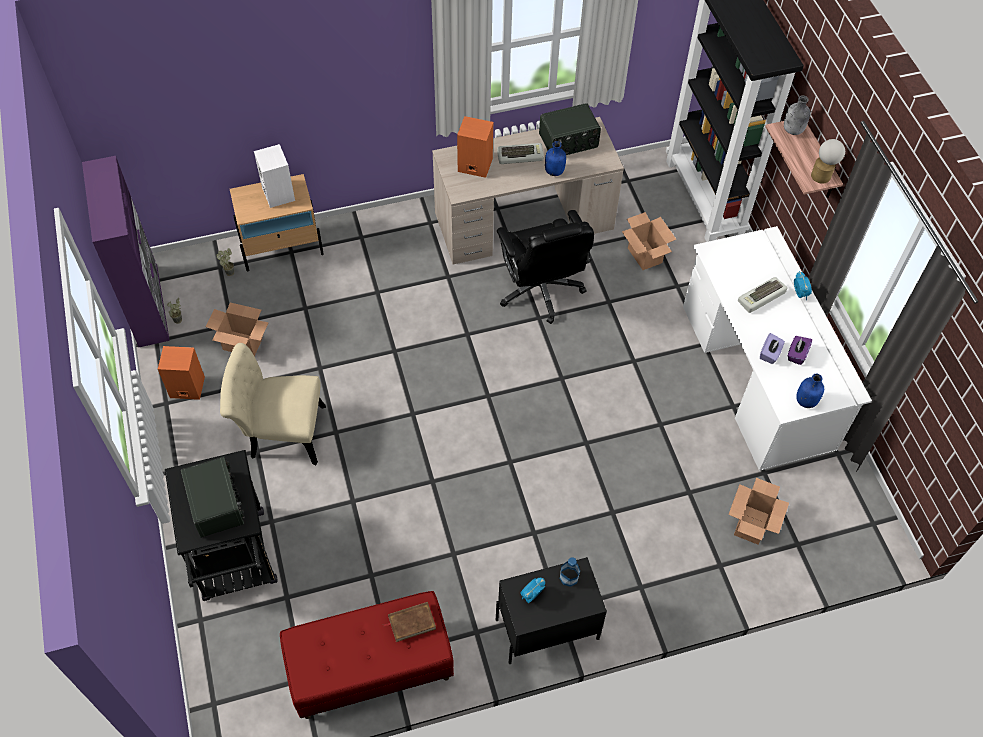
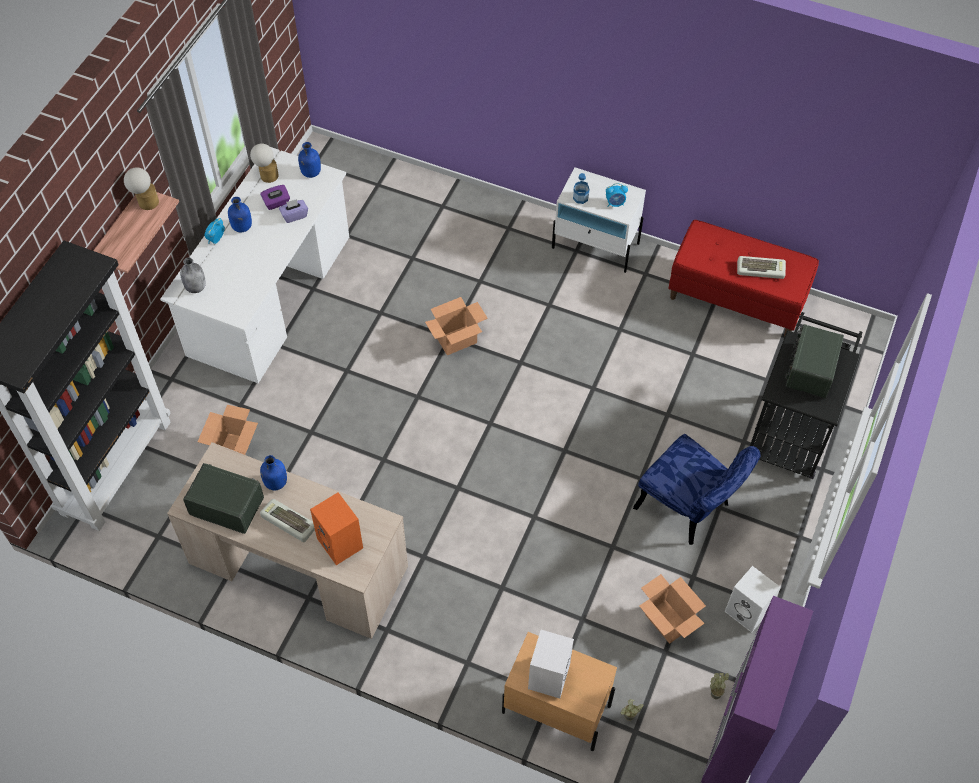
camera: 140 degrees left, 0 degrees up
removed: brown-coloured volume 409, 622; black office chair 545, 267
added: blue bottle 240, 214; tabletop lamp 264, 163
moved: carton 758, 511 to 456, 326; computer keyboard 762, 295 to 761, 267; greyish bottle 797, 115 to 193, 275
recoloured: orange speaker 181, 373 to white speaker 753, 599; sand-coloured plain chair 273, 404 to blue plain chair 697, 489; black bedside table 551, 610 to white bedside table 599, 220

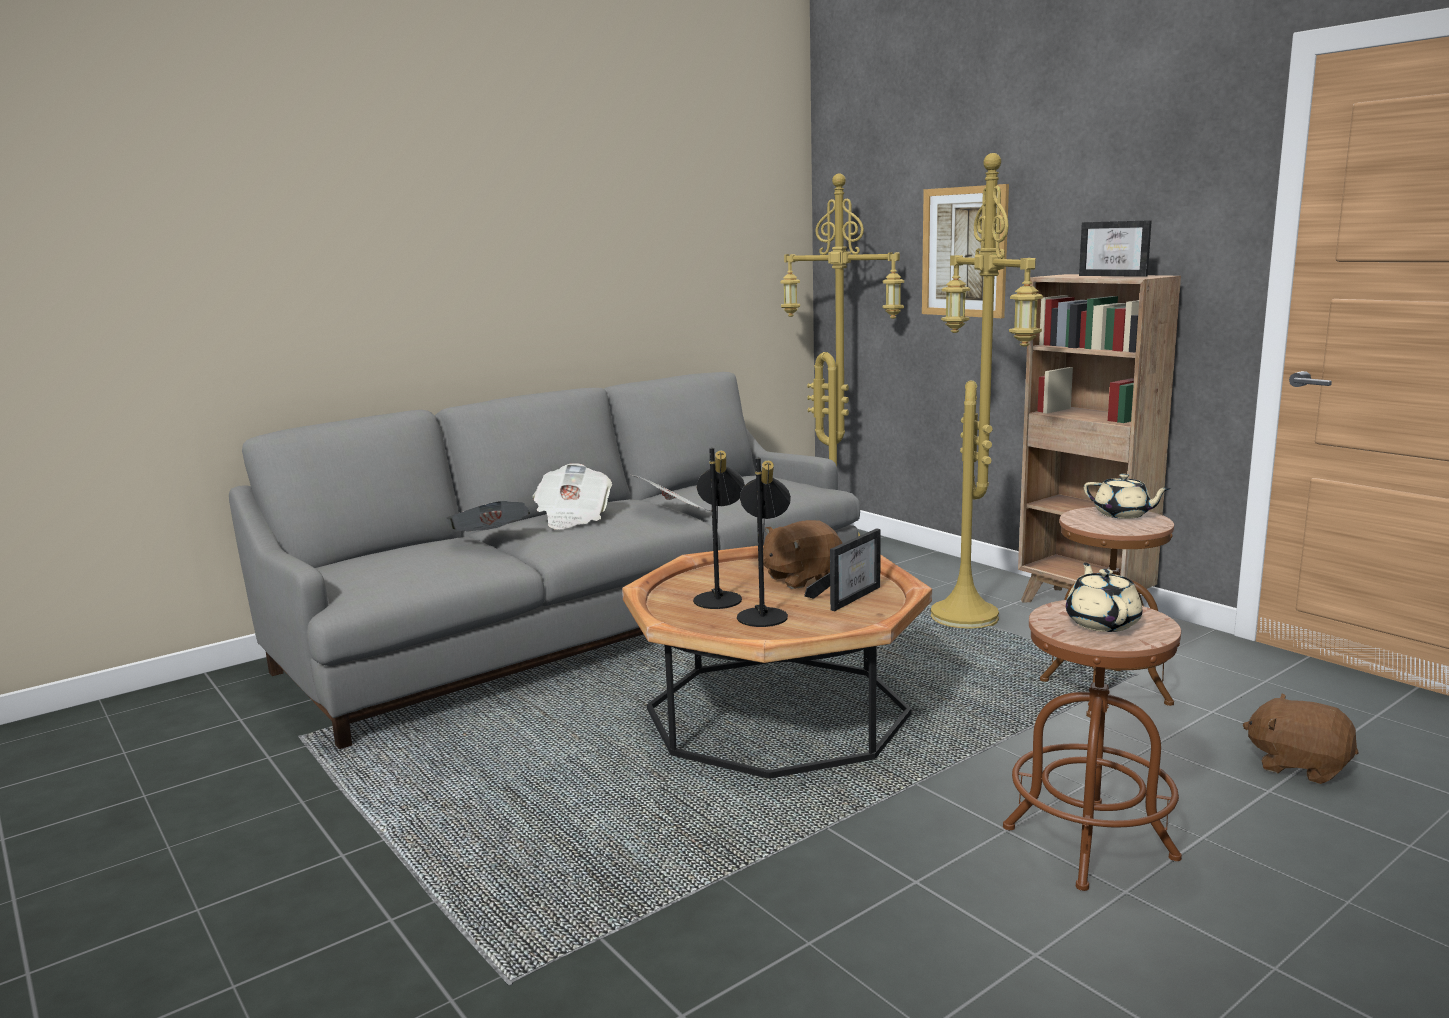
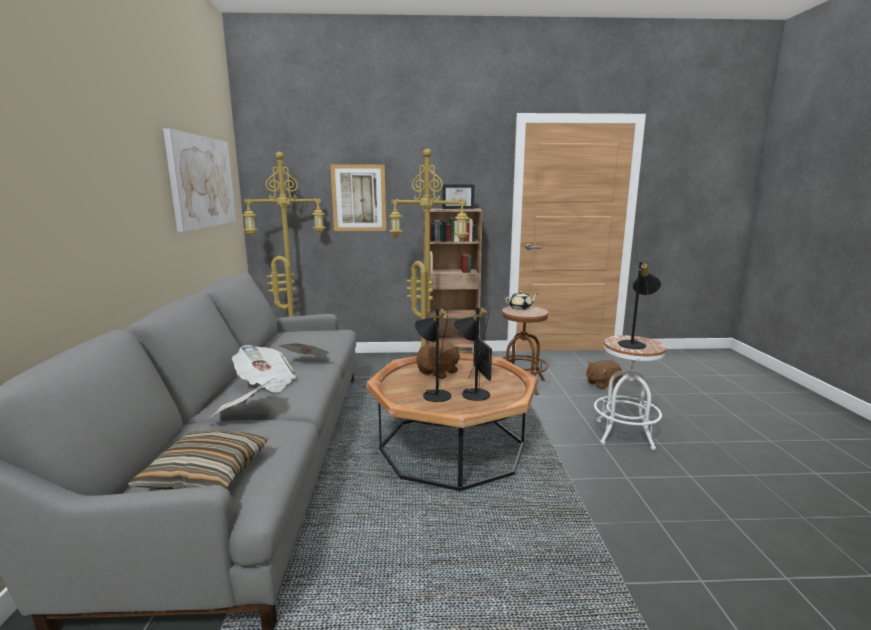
camera: 55 degrees left, 0 degrees up
added: cushion 198, 460; wall picture 199, 180
replaced: sand-coloured tea pot 1104, 597 to black tabletop lamp 639, 305
recoloured: brown-coloured stool 1092, 745 to white stool 630, 392
turned: brown-coloured cuddly toy 802, 554 = 439, 360 150 degrees counterclockwise

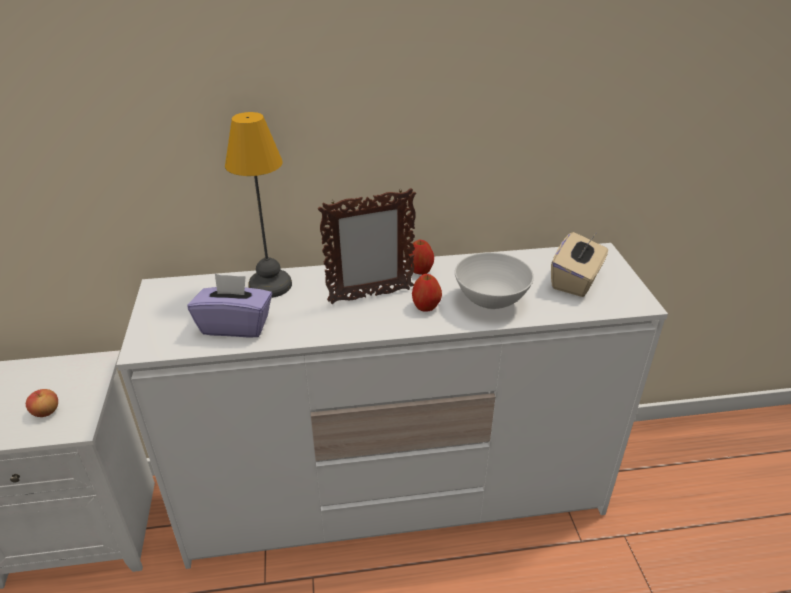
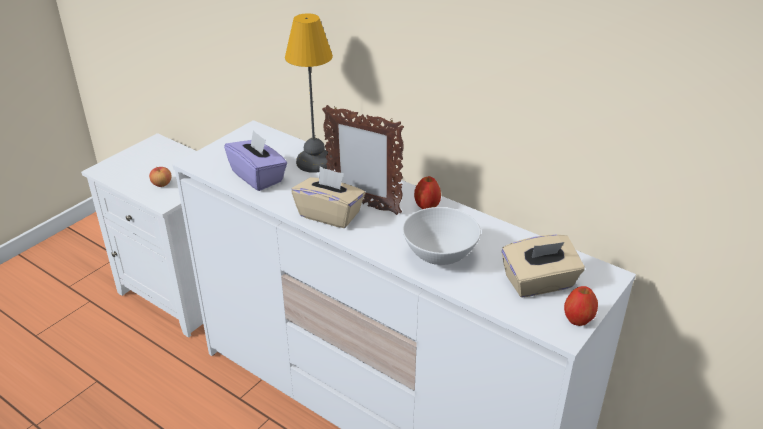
camera: 45 degrees right, 0 degrees up
added: sand-coloured tissue box 328, 197
moved: apple 427, 293 to 581, 306

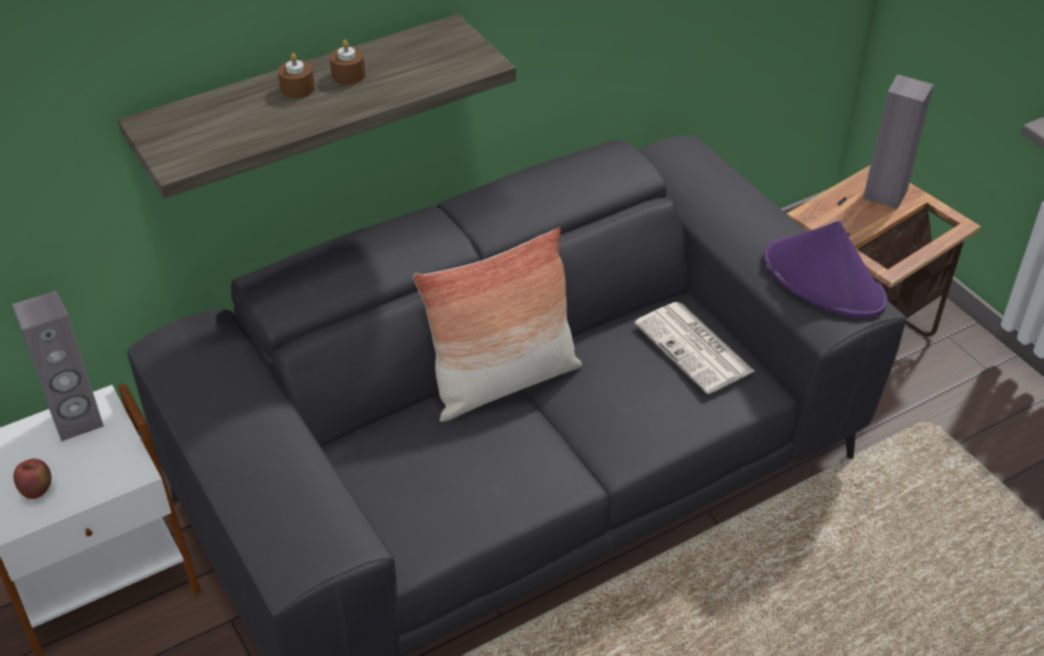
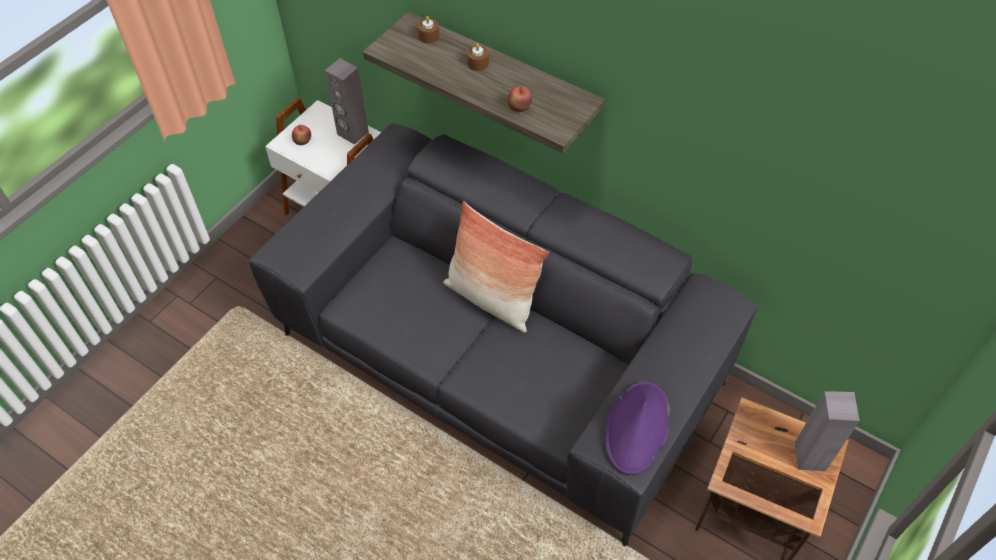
camera: 65 degrees right, 10 degrees up
removed: daily paper 695, 348
added: apple 519, 99
moved: brown-coloured wax candle 348, 62 to 428, 30

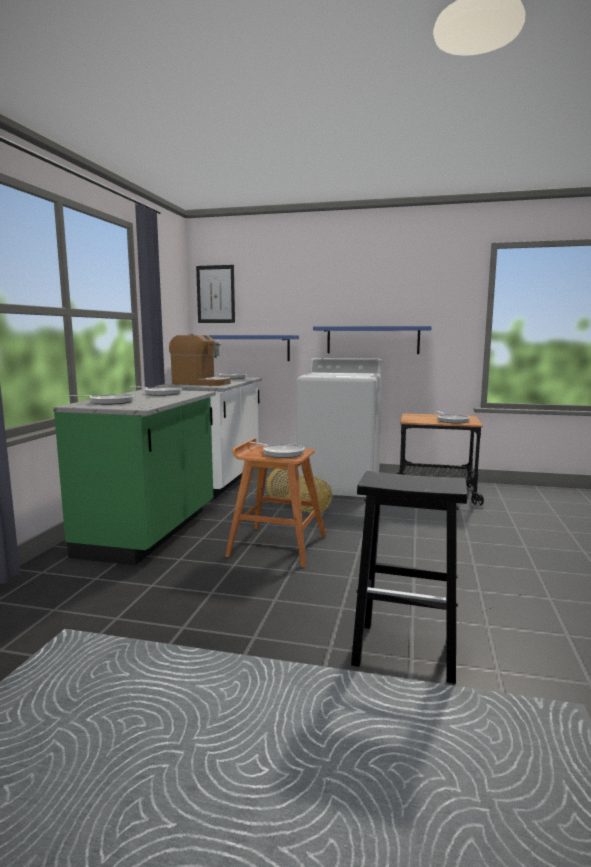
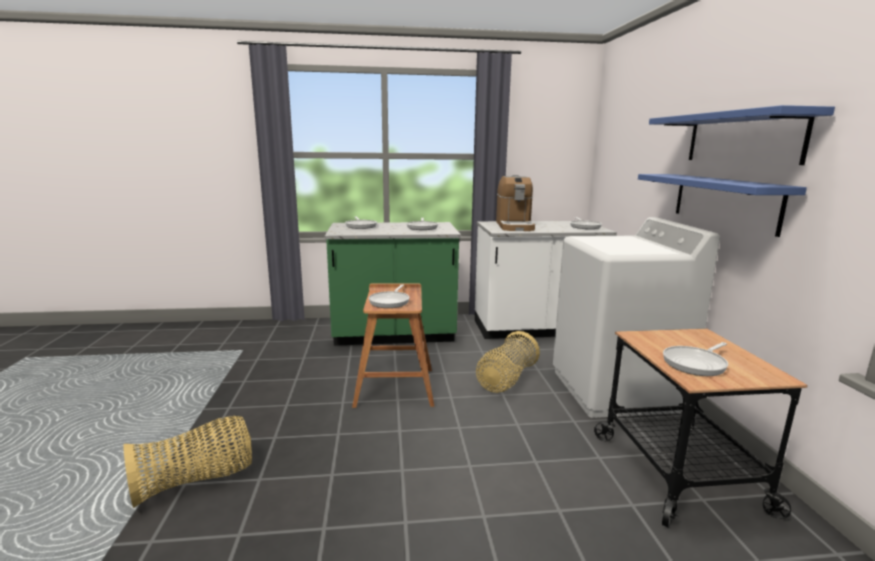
camera: 70 degrees right, 5 degrees up
removed: wall picture 215, 294
moved: blue wall shelf 253, 348 to 742, 135
replaced: black stool 409, 577 to household basket 187, 462

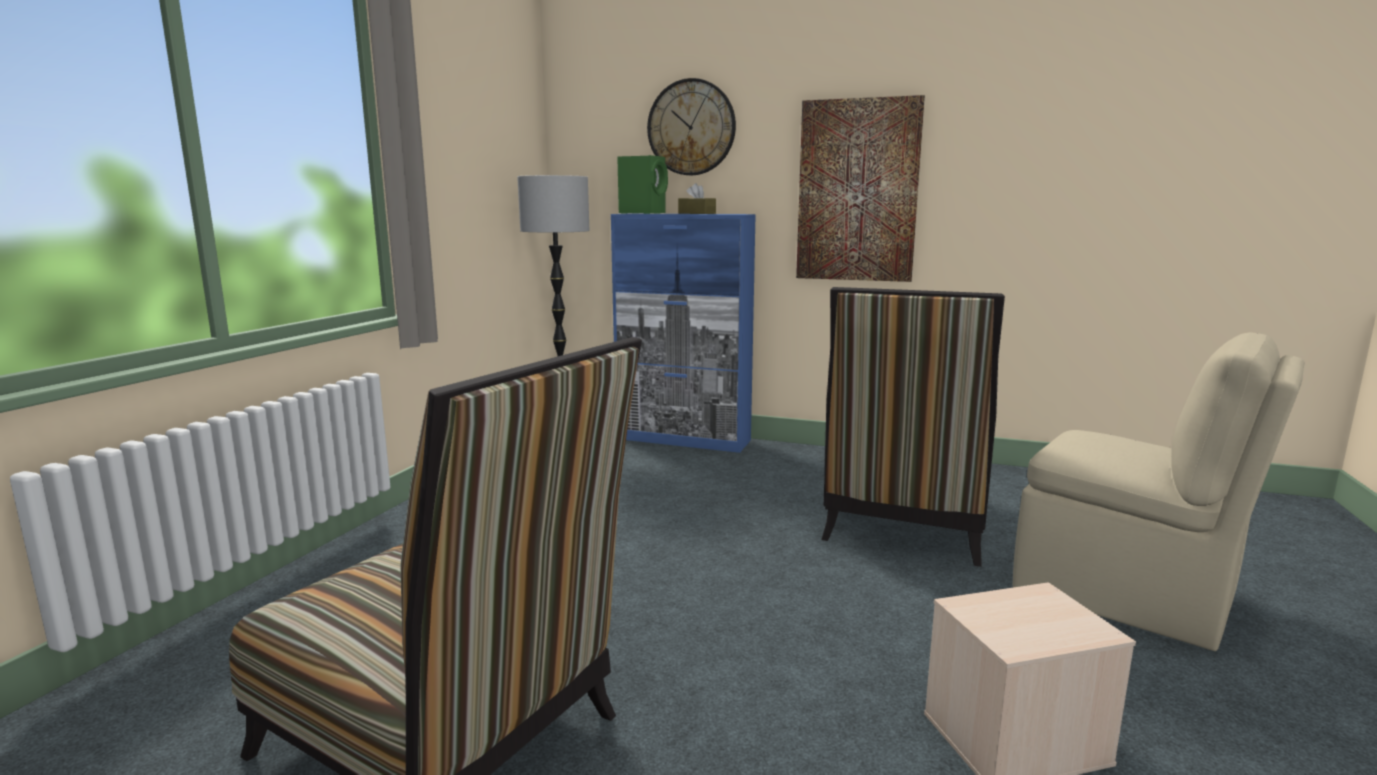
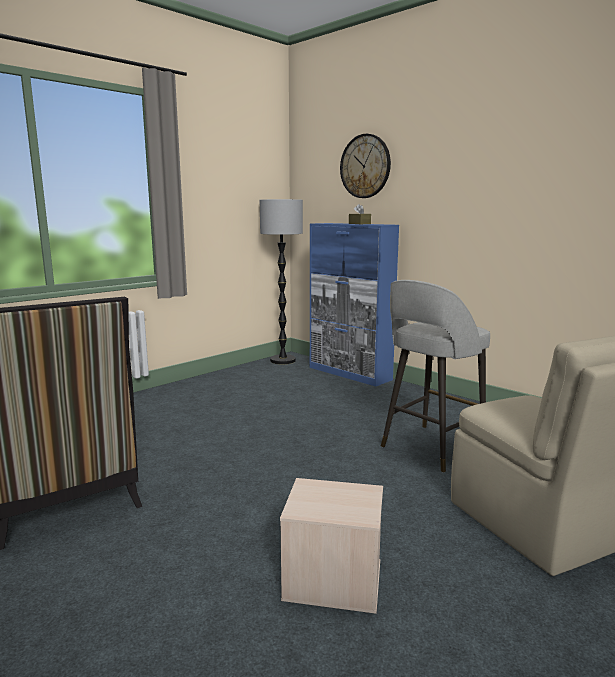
camera: 25 degrees right, 0 degrees up
removed: greenish speaker 642, 184; wall picture 860, 188
replaced: plain chair 913, 427 to greyish stool 435, 376

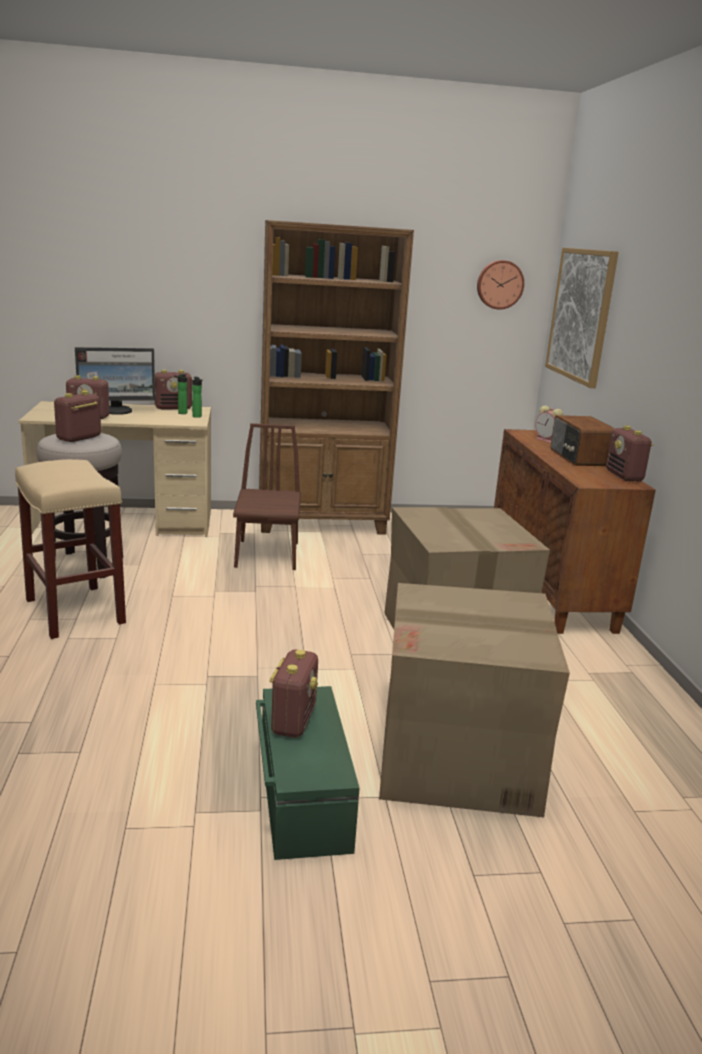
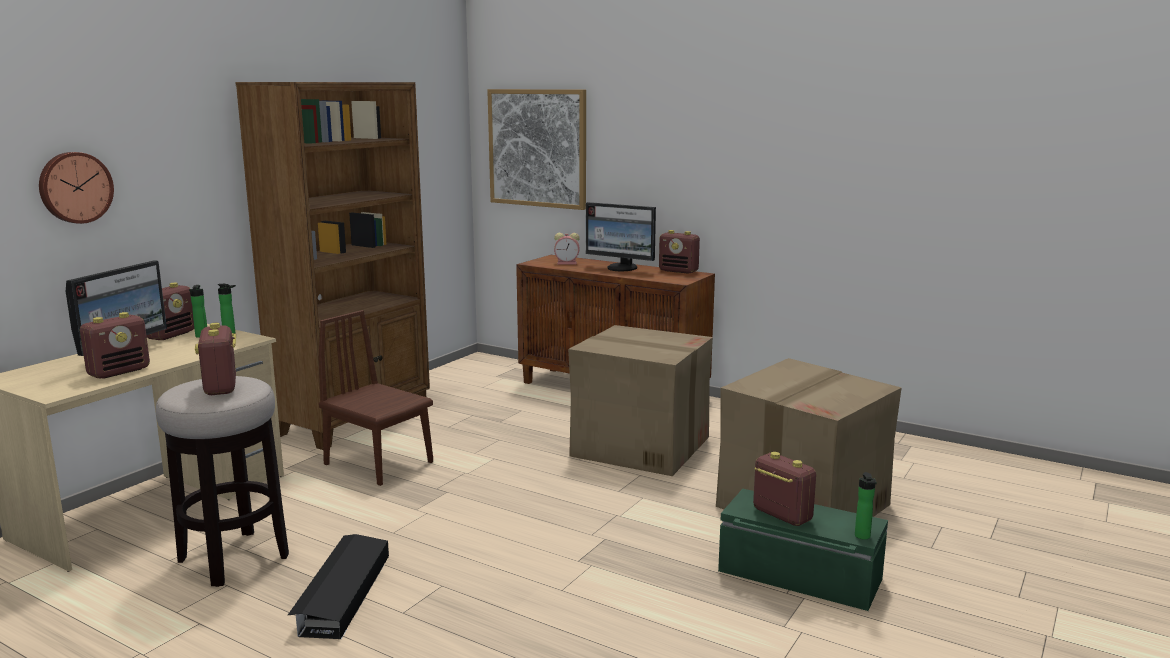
camera: 50 degrees left, 5 degrees down
added: bottle 866, 506
moved: hanging clock 500, 285 to 76, 188
replaced: sand-coloured stool 70, 549 to black storage container 338, 586; radio set 582, 440 to computer display 621, 236

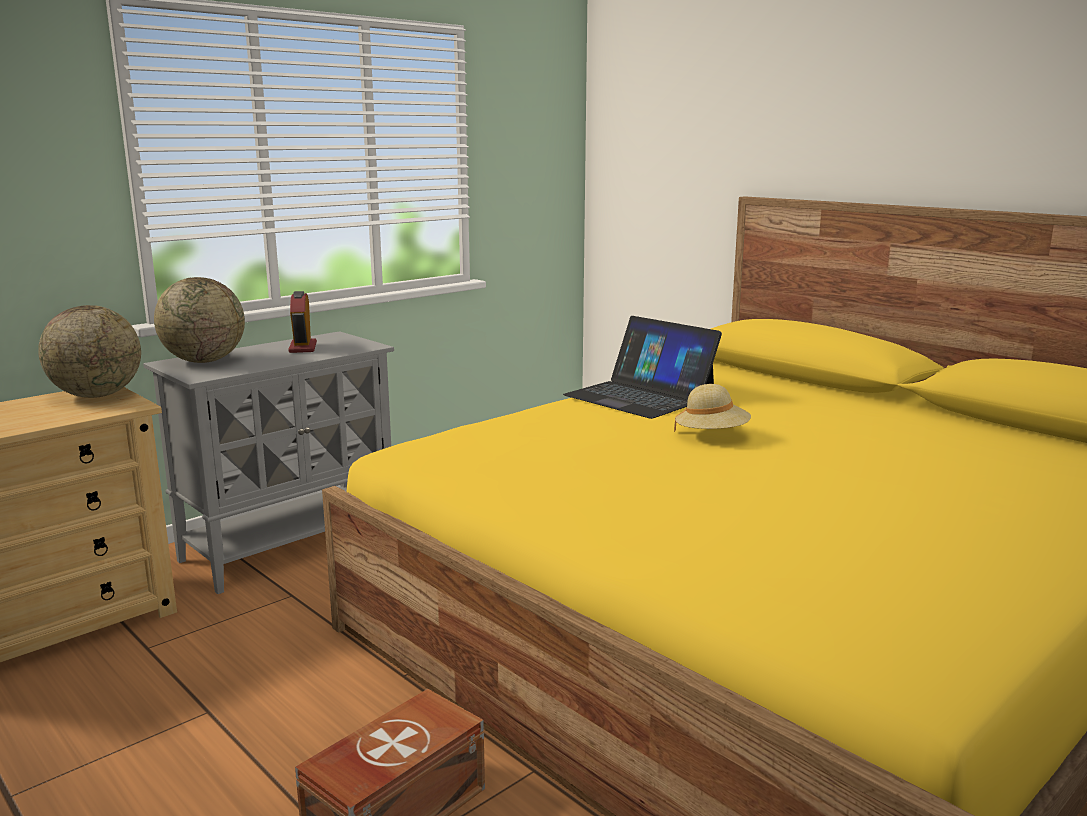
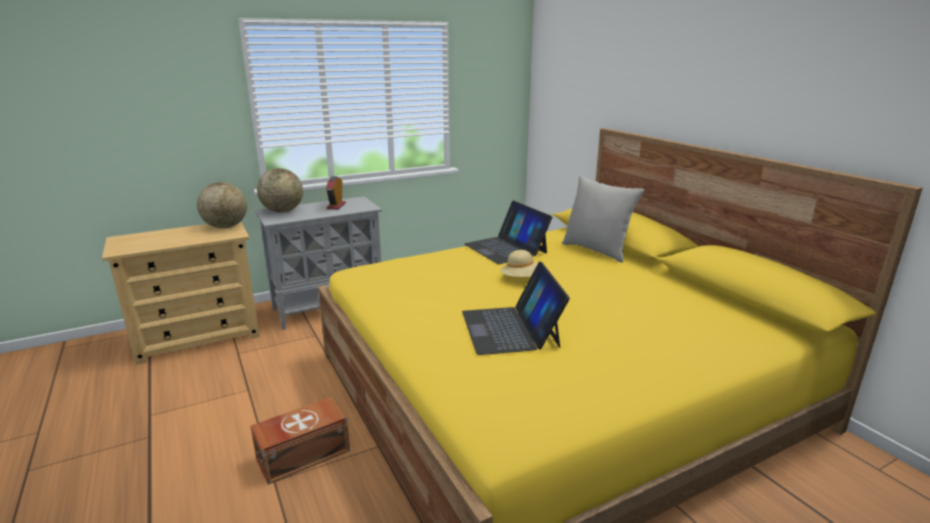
camera: 15 degrees right, 5 degrees up
added: laptop 516, 308; greyish cushion 603, 219

